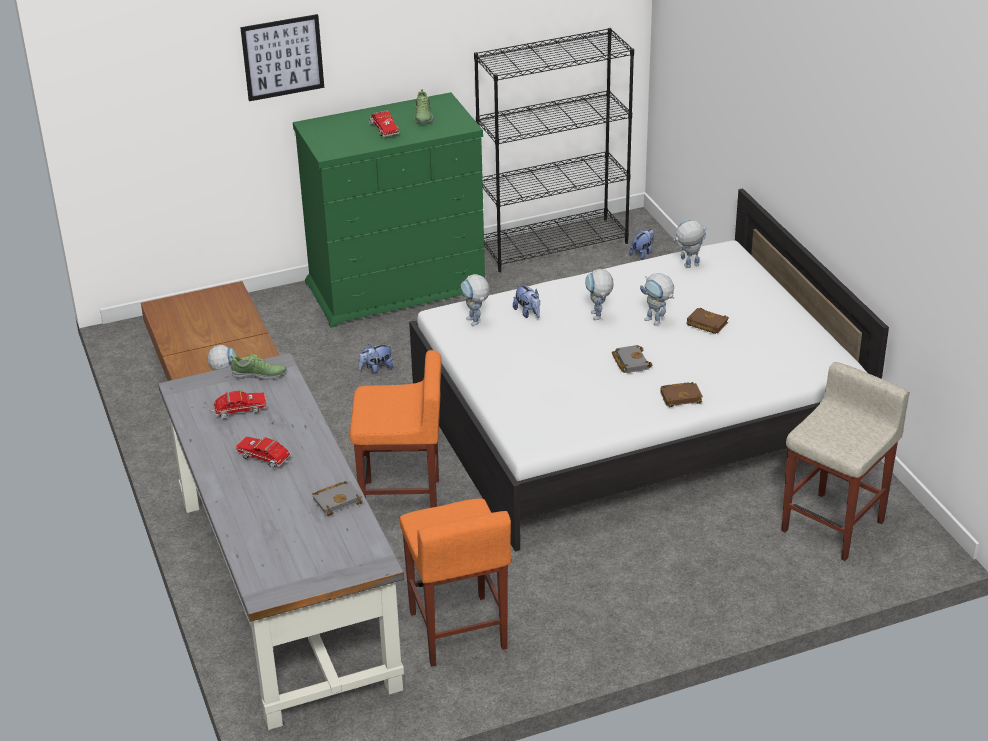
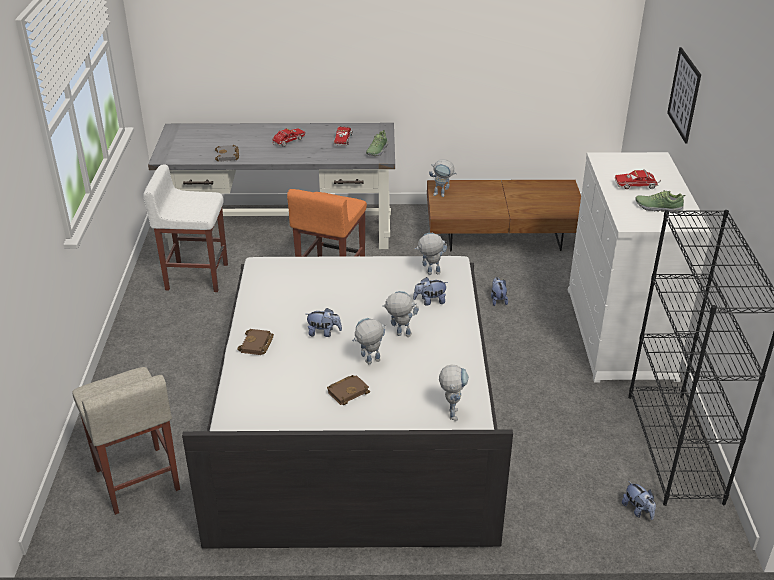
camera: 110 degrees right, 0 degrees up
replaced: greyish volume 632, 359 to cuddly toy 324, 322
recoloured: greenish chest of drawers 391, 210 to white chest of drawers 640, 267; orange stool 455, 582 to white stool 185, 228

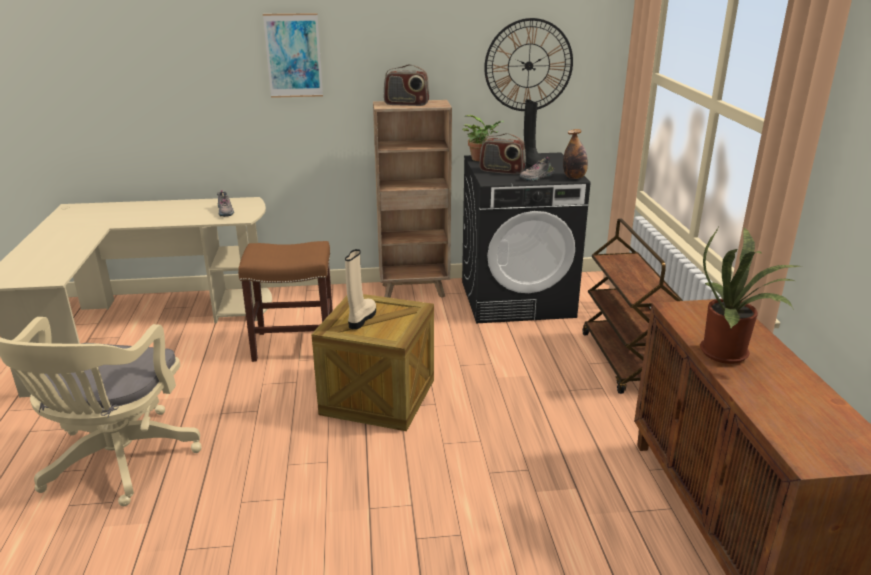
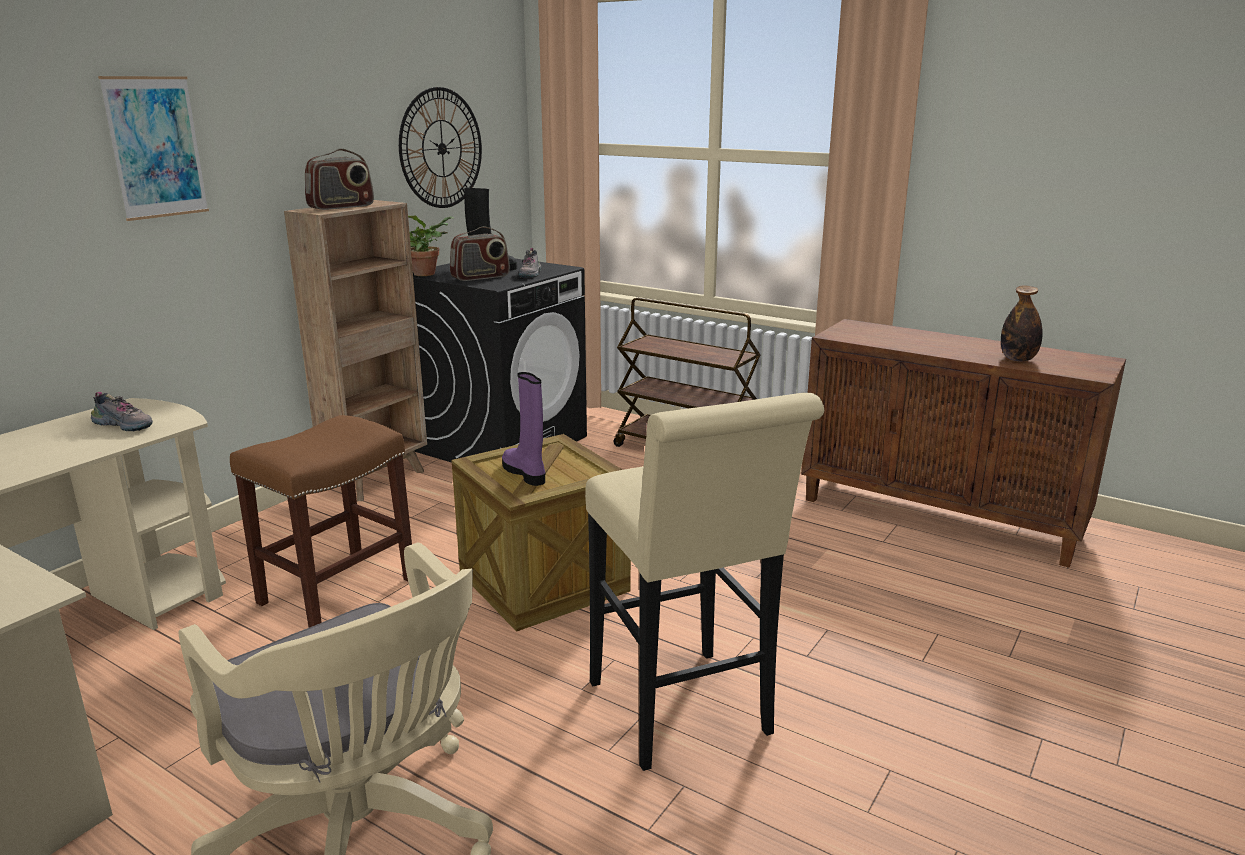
camera: 50 degrees left, 5 degrees down
removed: plant in a pot 752, 295
added: sand-coloured stool 704, 582
moved: bottle 575, 154 to 1021, 323
recoloured: sand-coloured boot 360, 289 to purple boot 523, 429

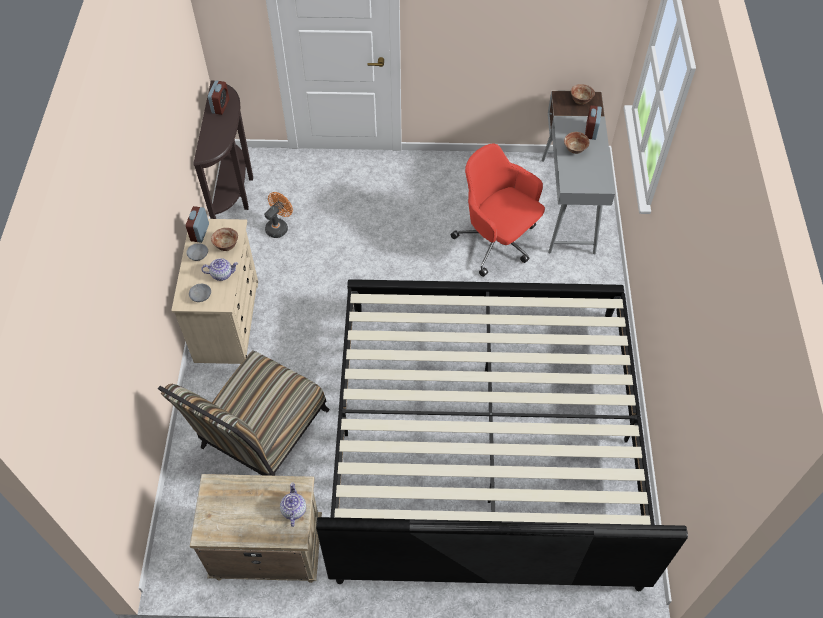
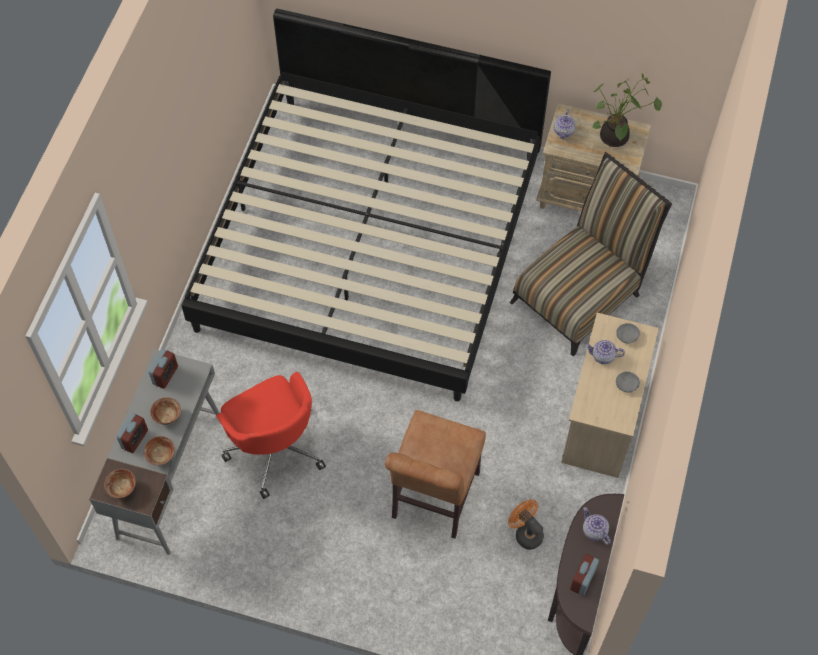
camera: 165 degrees left, 5 degrees up
added: brown-coloured plain chair 435, 474; tea pot 597, 526; plant in a pot 627, 110
moved: alarm clock 197, 224 to 163, 369; deep dish 224, 239 to 159, 450
turned: orange fan 278, 215 = 526, 524 90 degrees clockwise

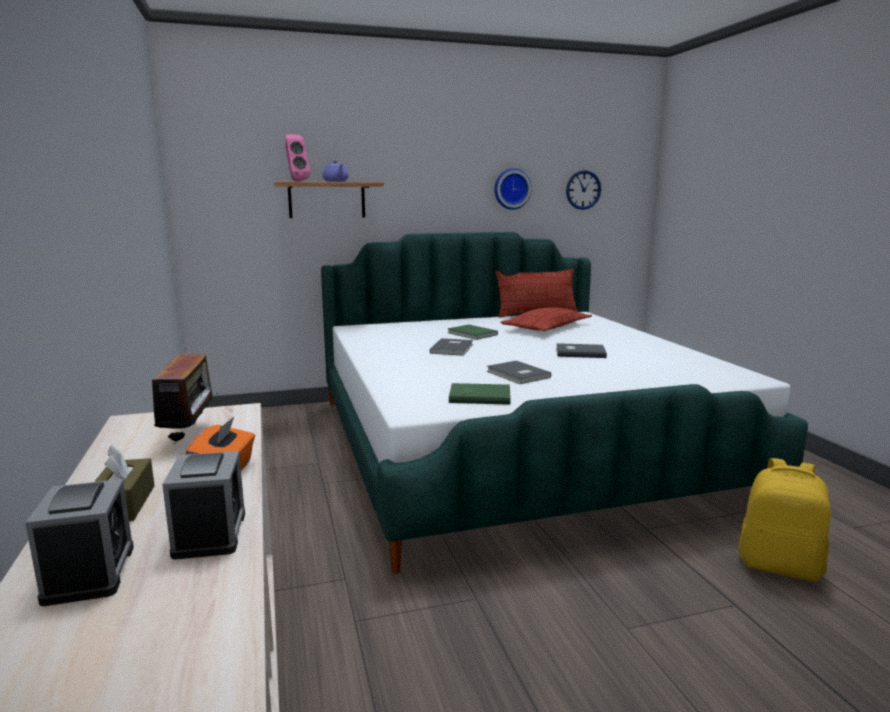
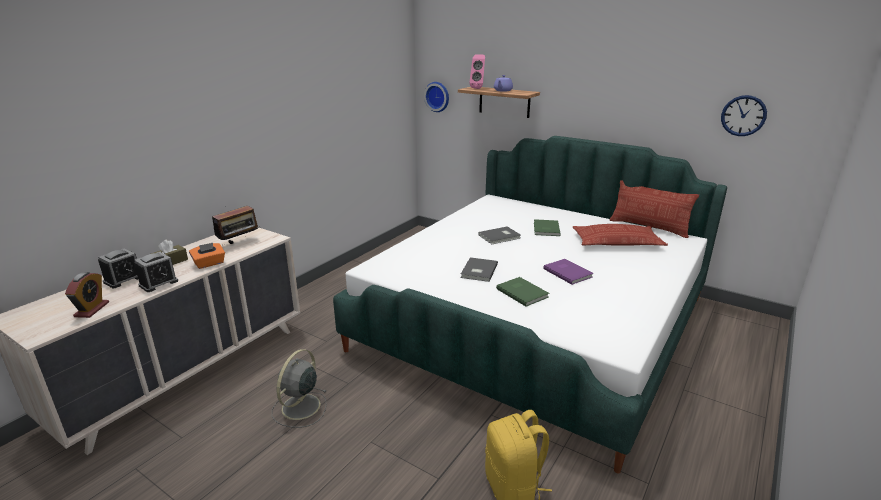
camera: 50 degrees right, 10 degrees up
added: alarm clock 87, 295; greyish fan 299, 388
moved: greenish volume 480, 394 to 522, 291; hanging clock 513, 189 to 436, 97
recoloured: greyish volume 581, 350 to purple volume 568, 272

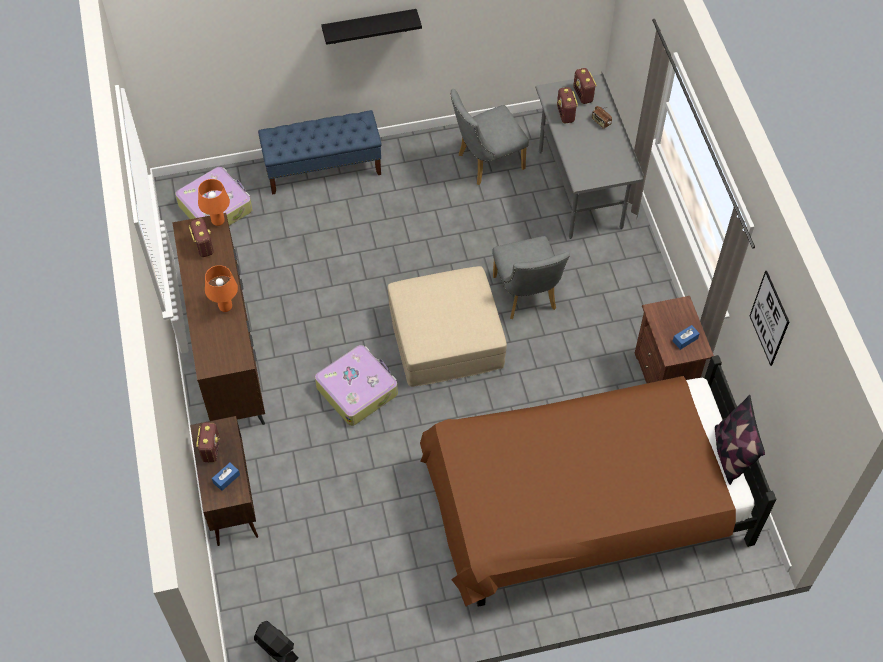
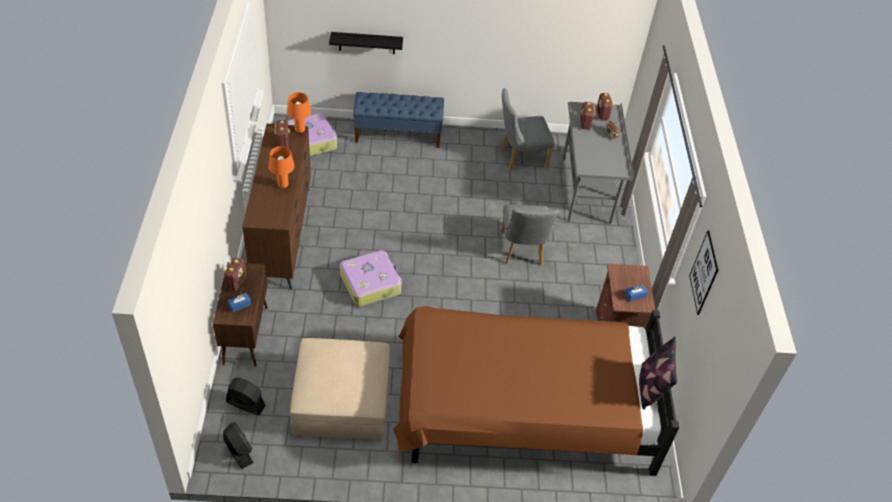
camera: 10 degrees right, 10 degrees down
added: black fan 246, 396
moved: black wall shelf 371, 27 to 366, 43; sand-coloured footrest 447, 326 to 340, 388

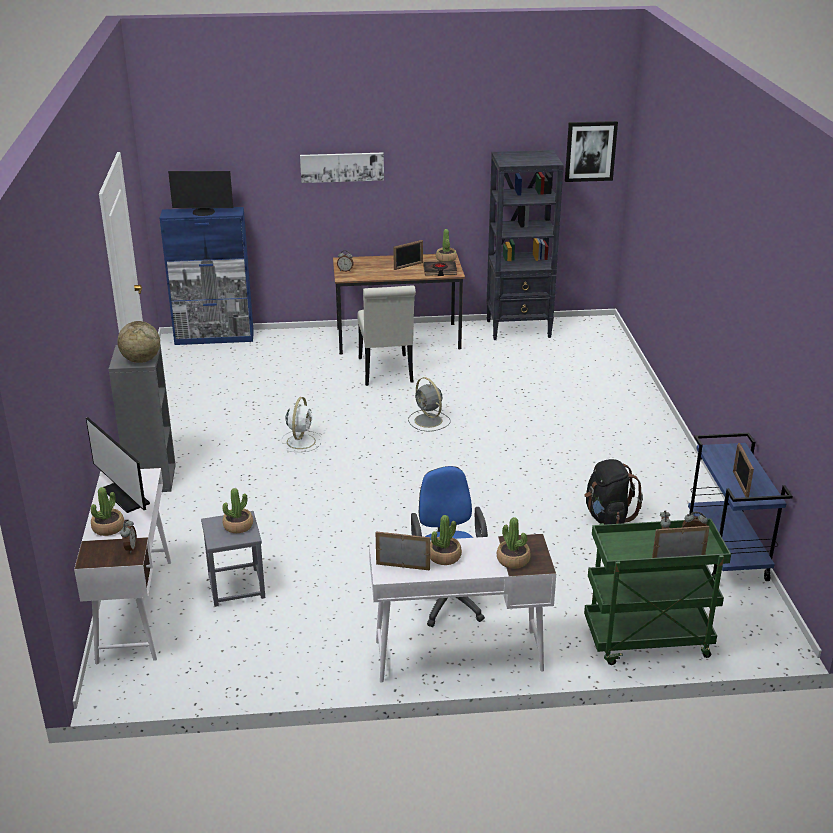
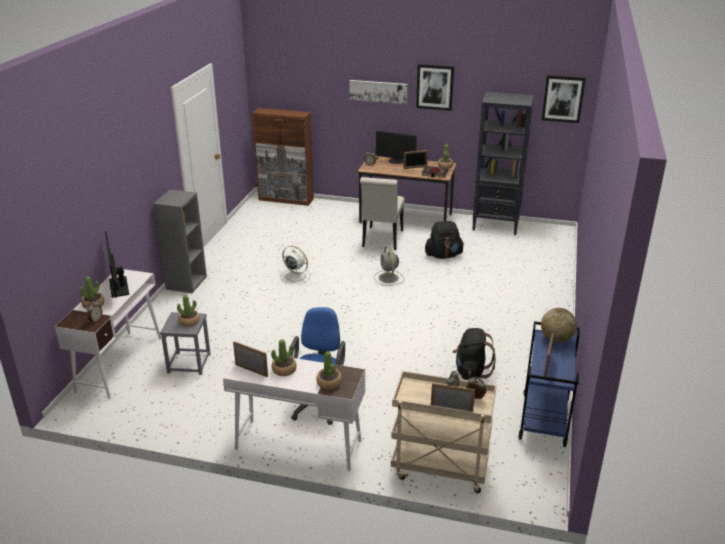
camera: 20 degrees right, 0 degrees up
added: wall picture 435, 87; black knapsack 444, 240
moved: globe 138, 342 to 559, 325; computer display 200, 193 to 396, 147
recoloured: blue storage cabinet 207, 276 to brown-coloured storage cabinet 283, 157; greenish cart 657, 591 to sand-coloured cart 444, 432
turned: white fan 301, 424 = 295, 264 90 degrees counterclockwise

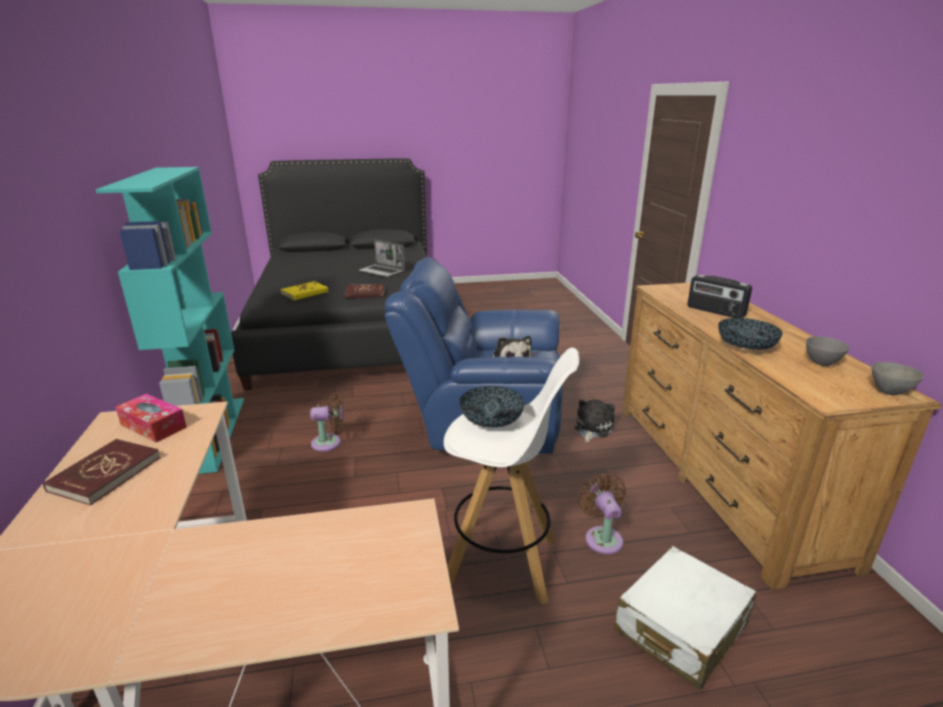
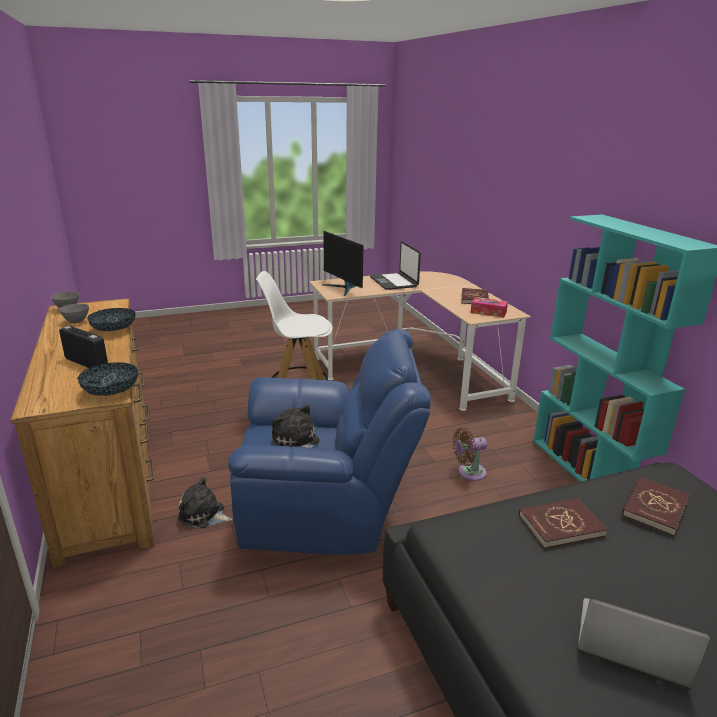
camera: 170 degrees right, 0 degrees up
removed: brown-coloured fan 601, 514; white travel case 685, 618
added: computer display 342, 263; laptop 395, 265
moved: deep dish 492, 406 to 107, 379
recoloured: yellow-coloured volume 304, 290 to red volume 655, 506
turned: cuddly toy 595, 420 = 205, 502 90 degrees clockwise

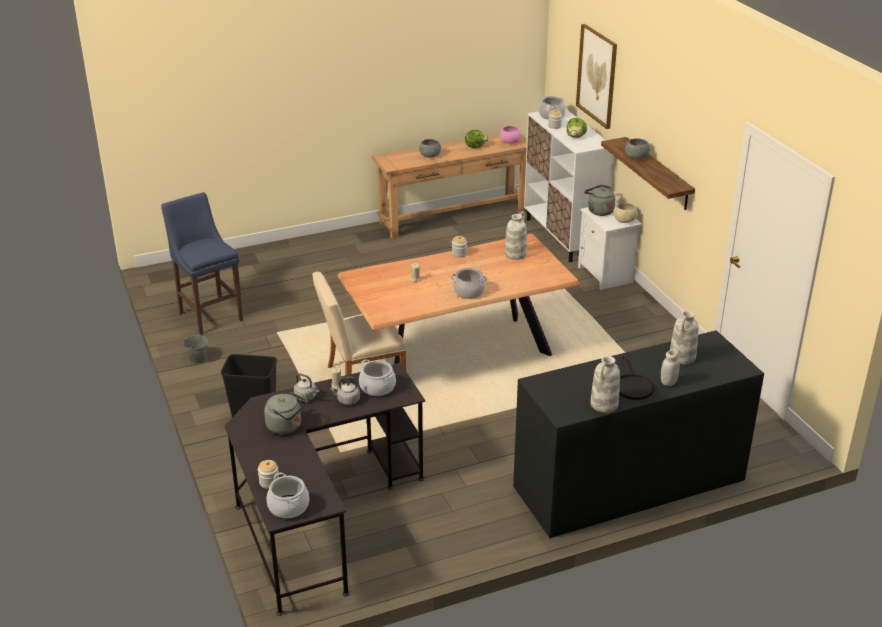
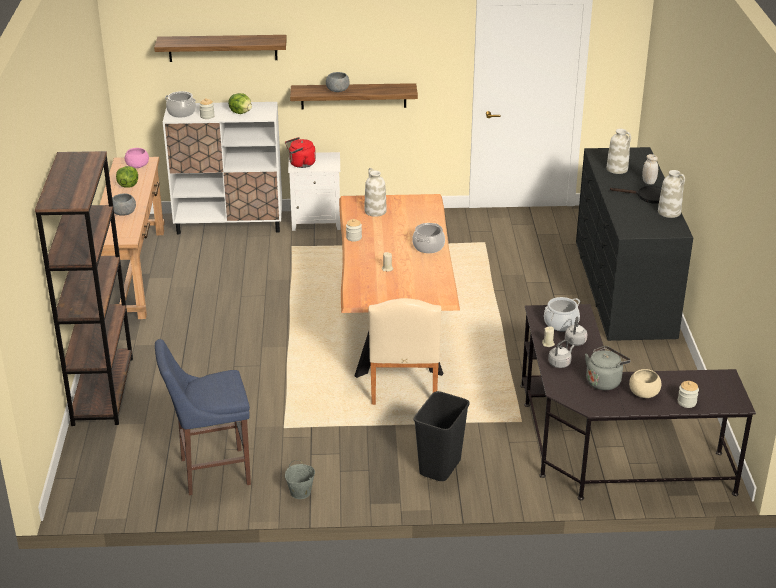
camera: 70 degrees left, 0 degrees up
removed: saucepot 288, 496
added: brown-coloured shelving unit 84, 288
moved: sand-coloured deep dish 626, 213 to 645, 383
replaced: wall picture 596, 76 to wall shelf 220, 48
recoloured: greyish tea kettle 599, 200 to red tea kettle 300, 152

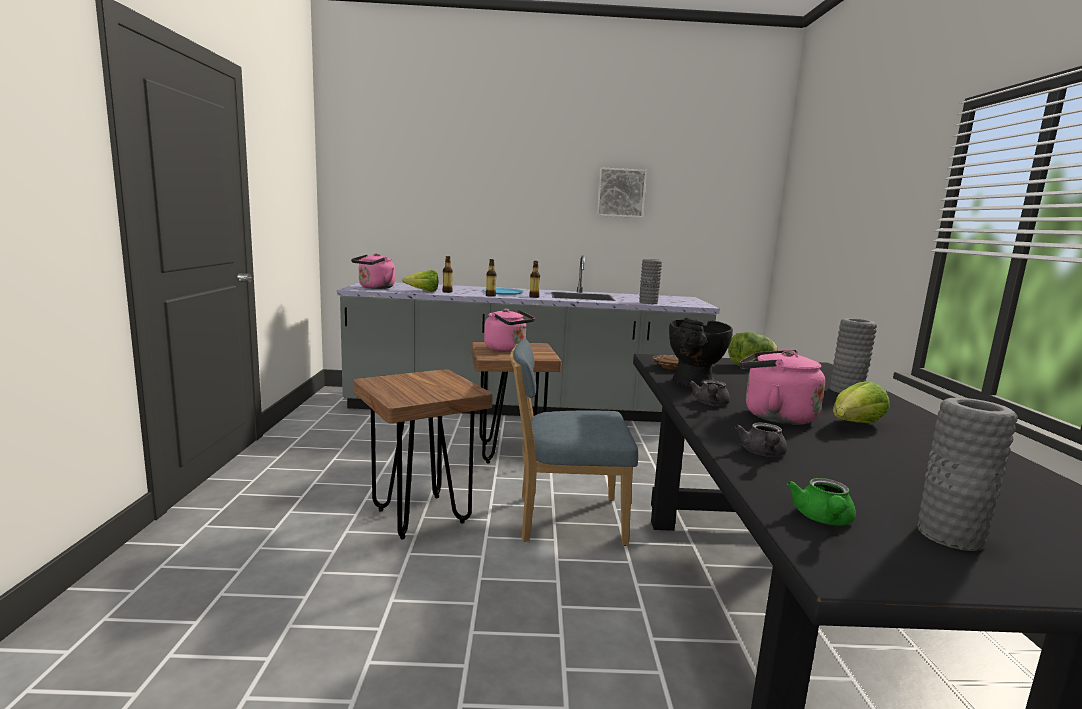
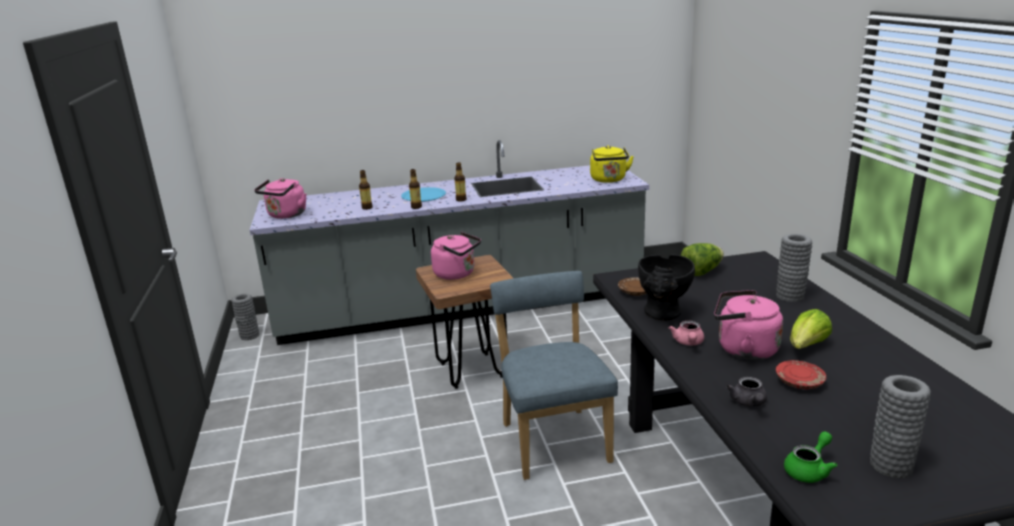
camera: 10 degrees left, 10 degrees up
removed: brown-coloured stool 423, 454; lettuce head 420, 281; wall picture 622, 192
added: yellow-coloured tea kettle 612, 164; red plate 801, 374
moved: greyish vase 650, 281 to 245, 317
recoloured: greyish tea pot 709, 393 to pink tea pot 686, 333
turned: blue plain chair 574, 442 = 554, 375 90 degrees clockwise; greenish tea pot 821, 501 = 811, 457 135 degrees counterclockwise

